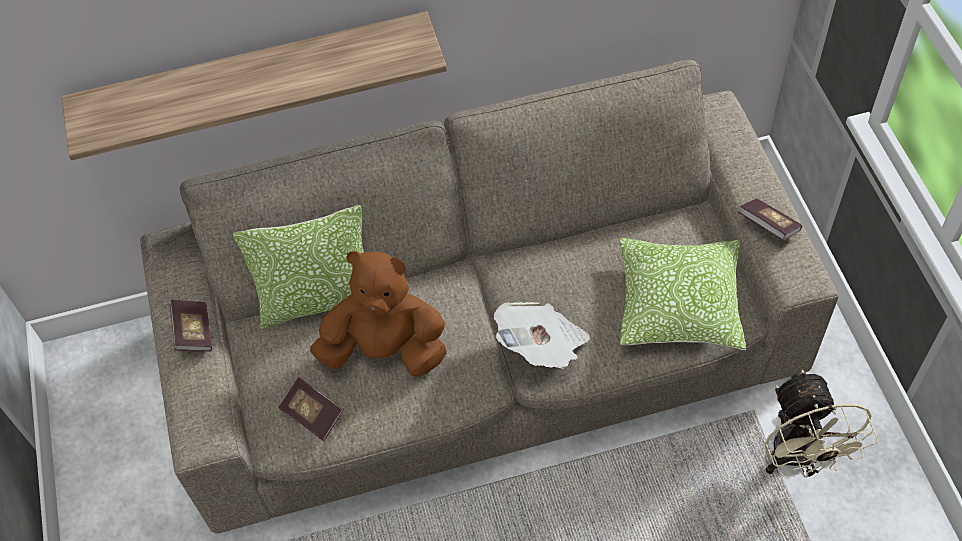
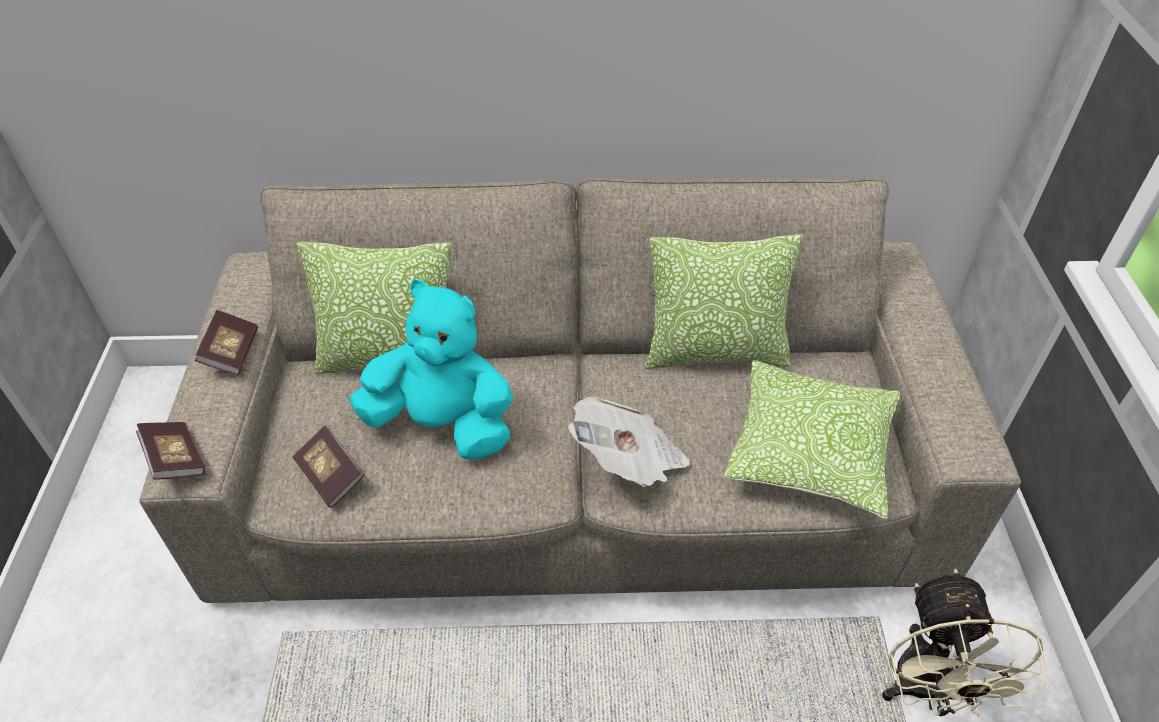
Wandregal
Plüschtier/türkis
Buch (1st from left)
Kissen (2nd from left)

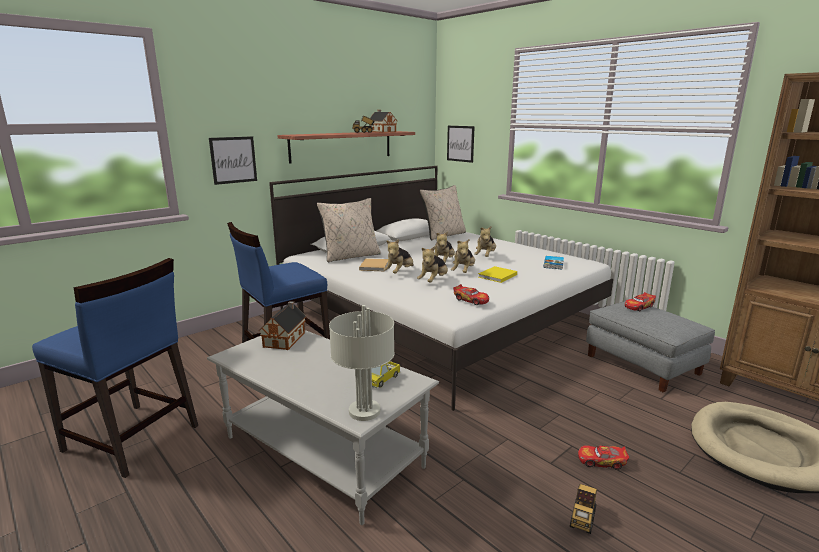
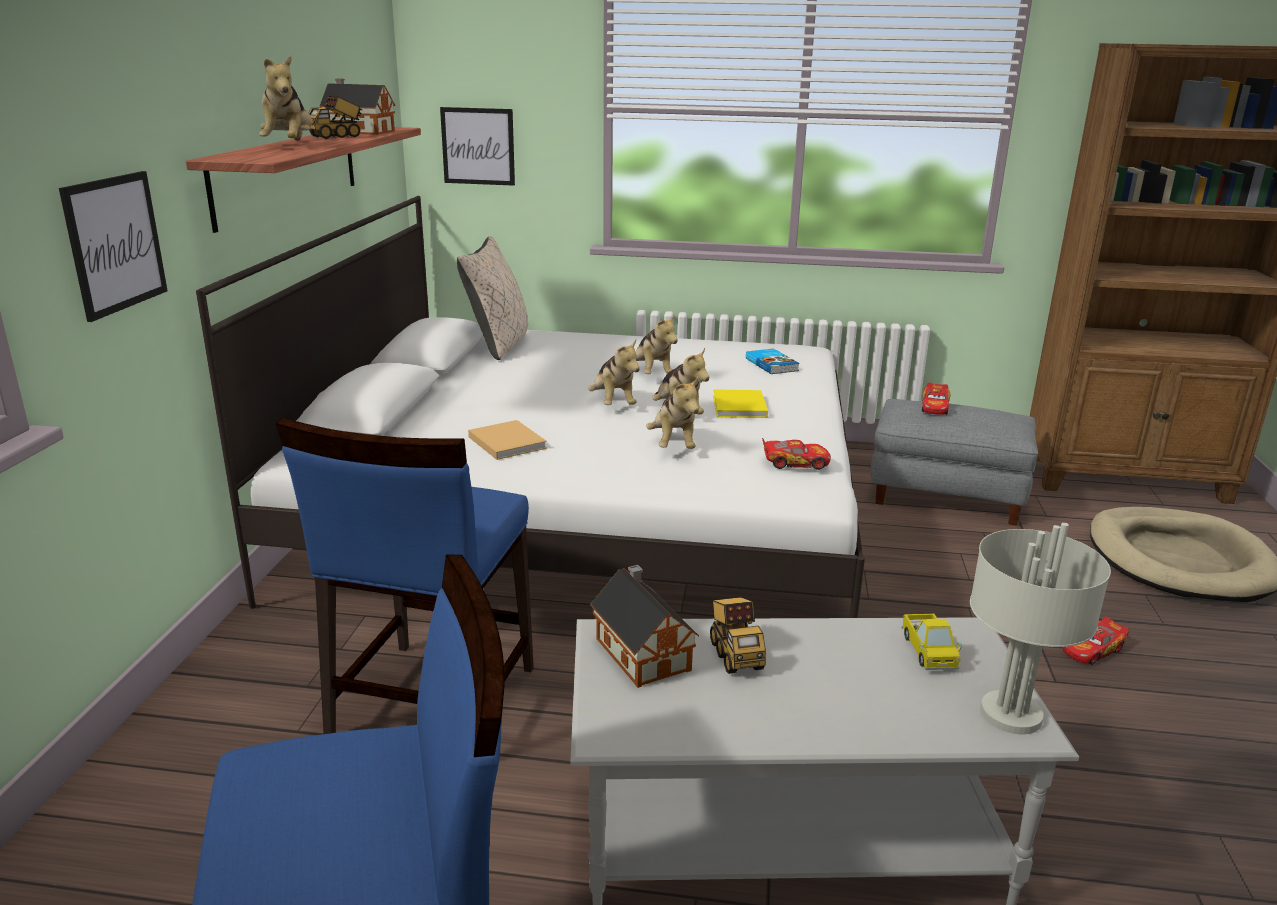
Kissen/beige (1st from left in the first image)
Plüschtier (1st from left)
Spielzeuglaster (2nd from left)

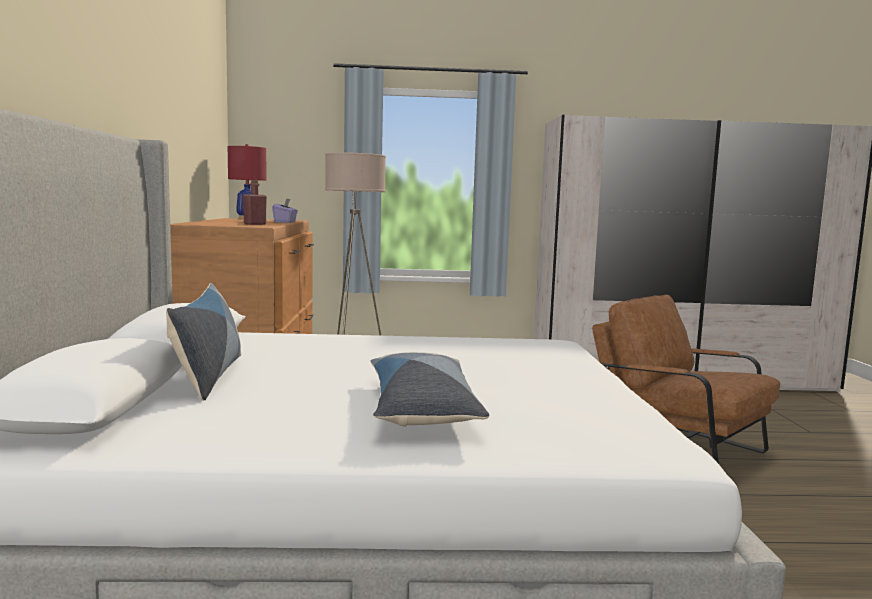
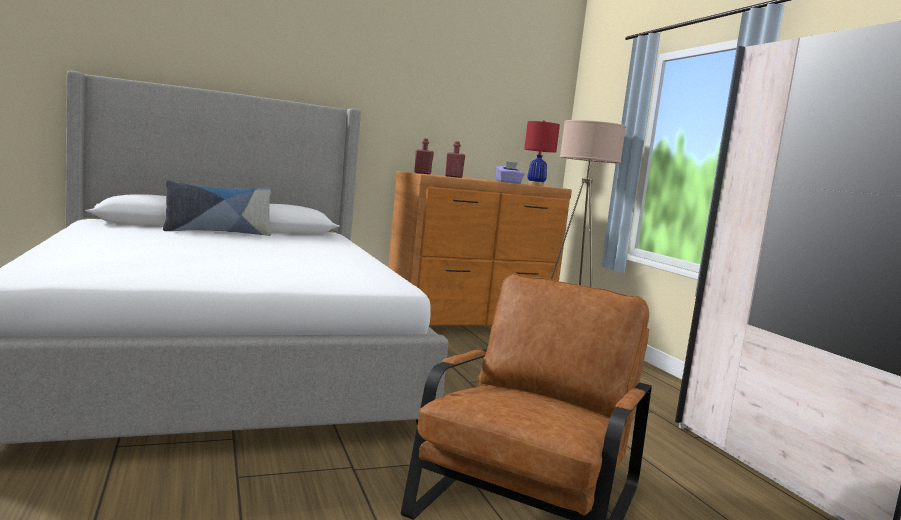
Kissen (2nd from left in the first image)
Flasche/rot (1st from left)

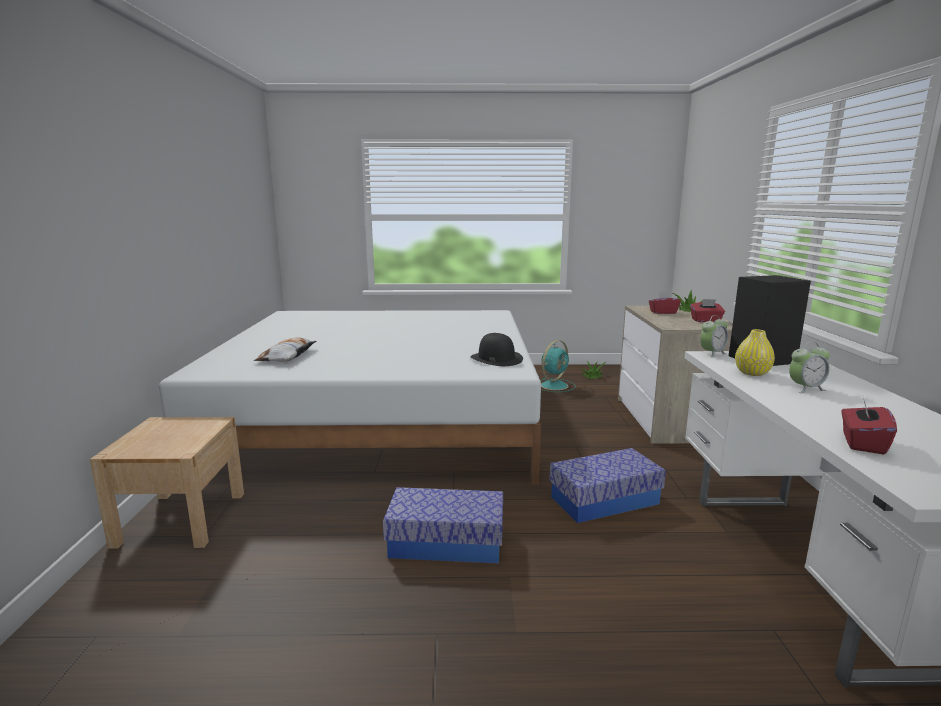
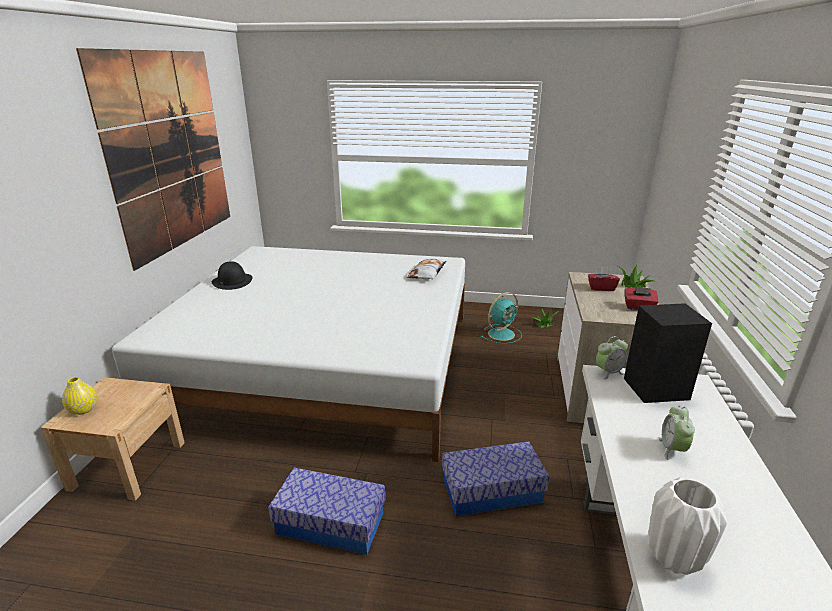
Kissen
Hut/schwarz
Vase/gelb
Wecker (2nd from left)
Vase/weiß
Bild

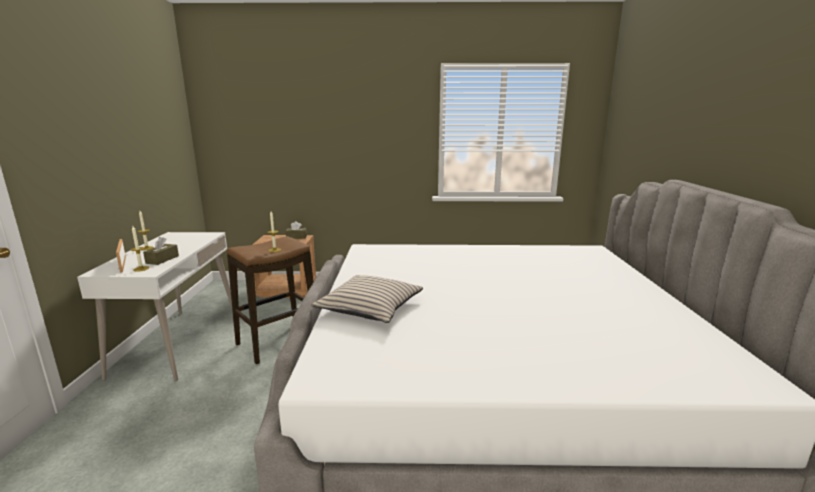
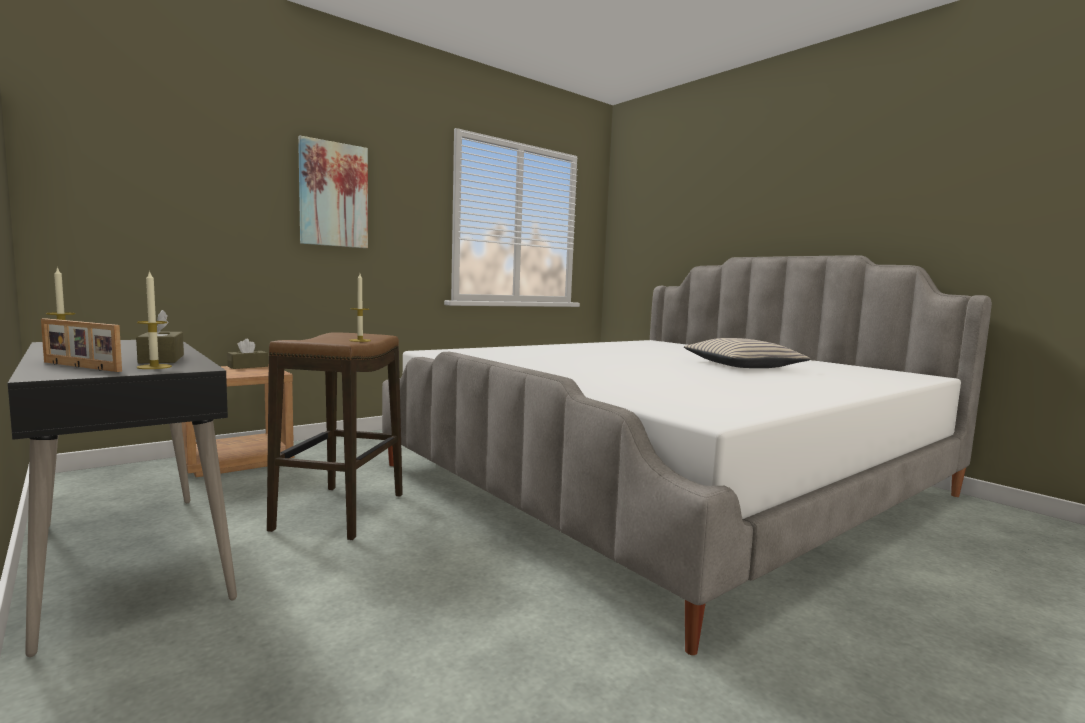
Schreibtisch/schwarz
Kissen/beige
Bild

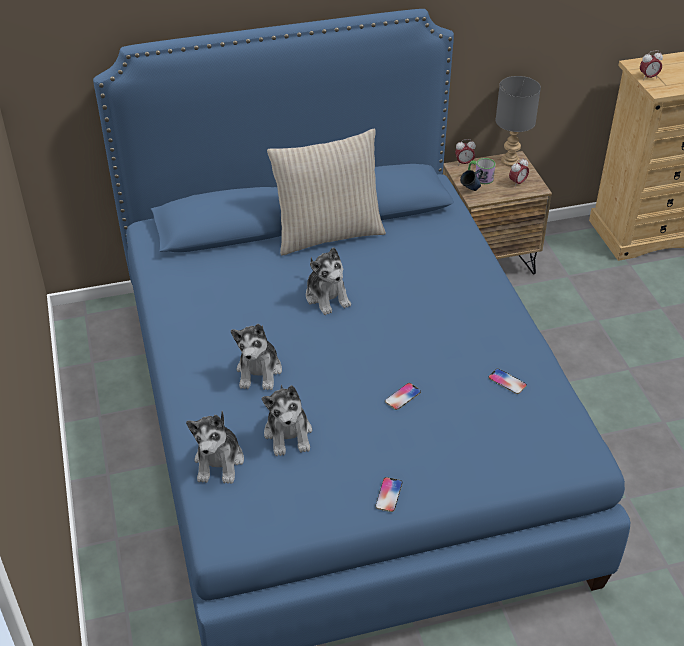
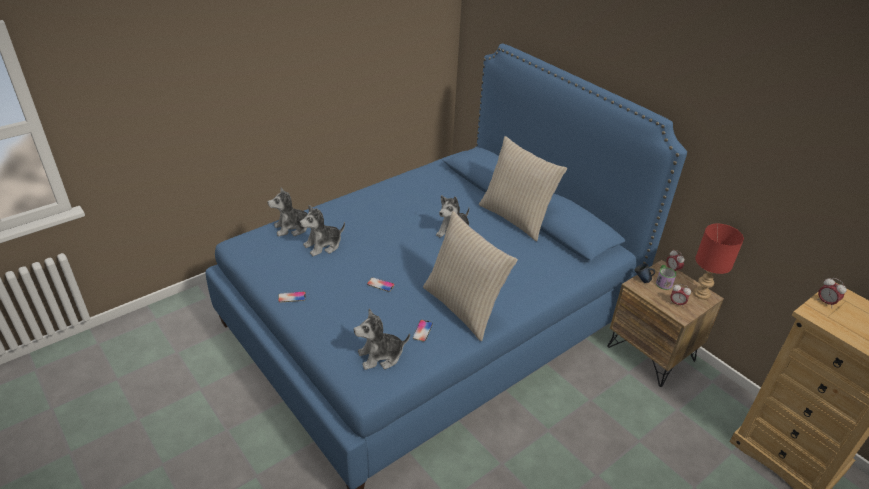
Plüschtier (3rd from left)
Tischlampe/rot
Kissen/beige (1st from left)

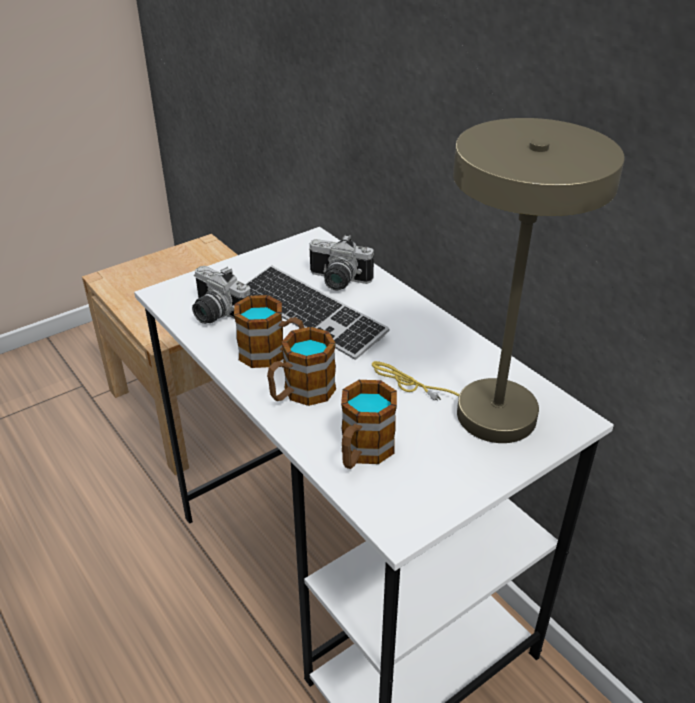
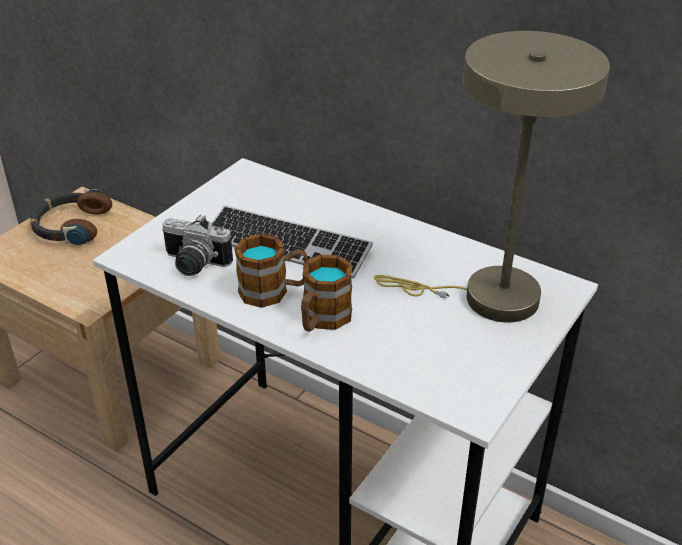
Kamera (2nd from left in the first image)
Henkelbecher (3rd from left in the first image)
Kopfhörer

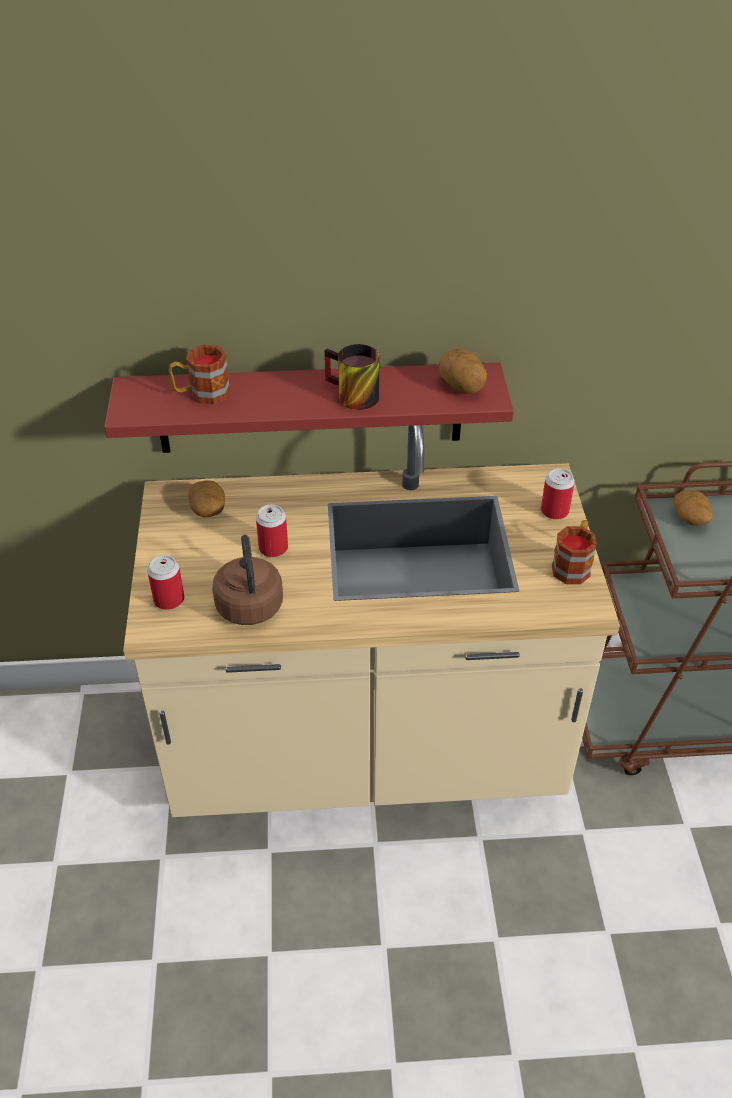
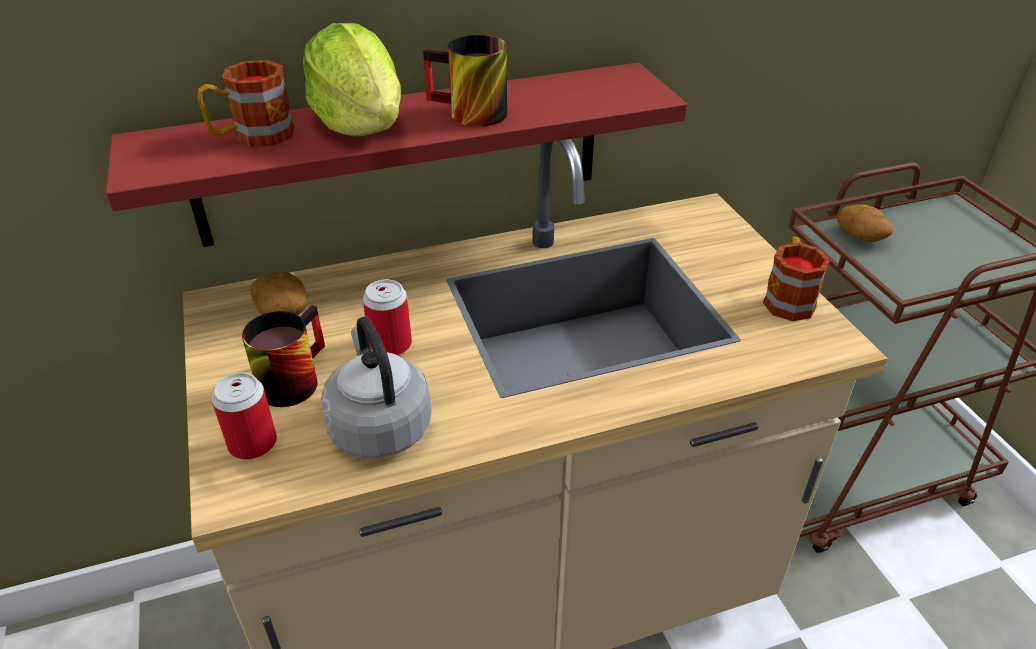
Wasserkessel/grau
Kartoffel (2nd from left in the first image)
Dose (3rd from left in the first image)
Henkelbecher (2nd from left)
Salatkopf

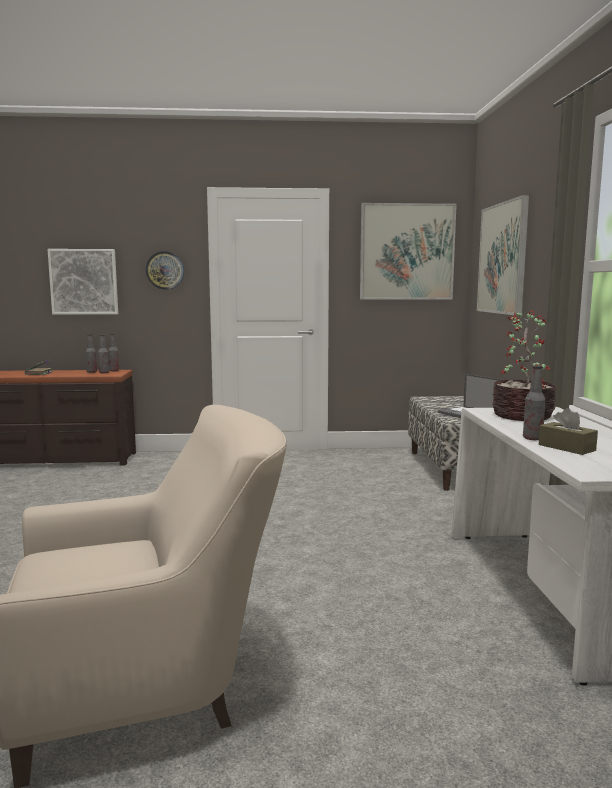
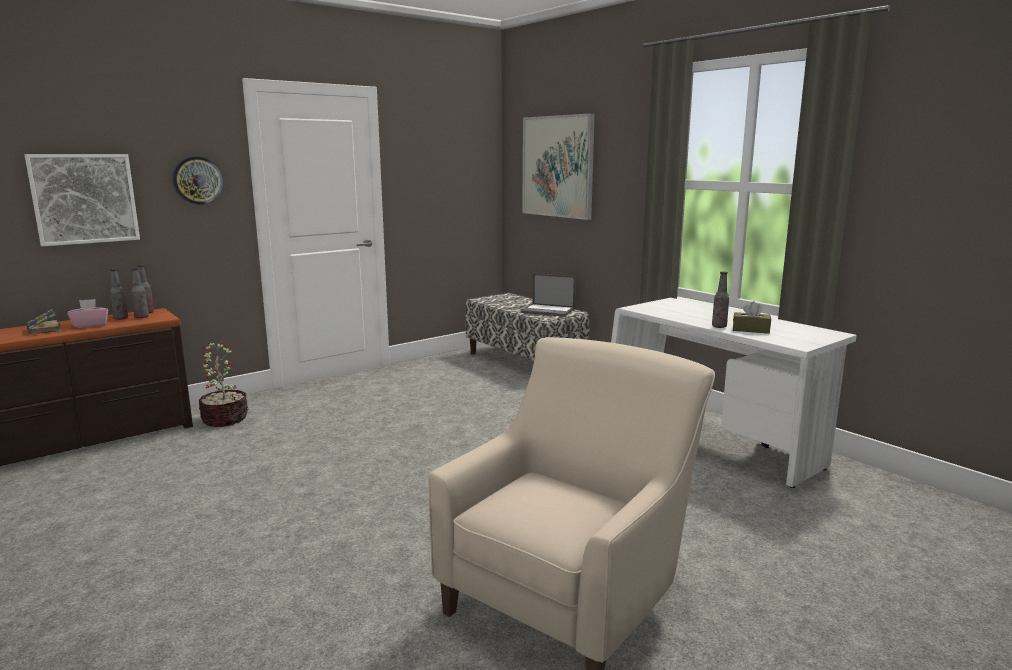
Bild (2nd from left in the first image)
Topfpflanze
Taschentuchbox/rosa

